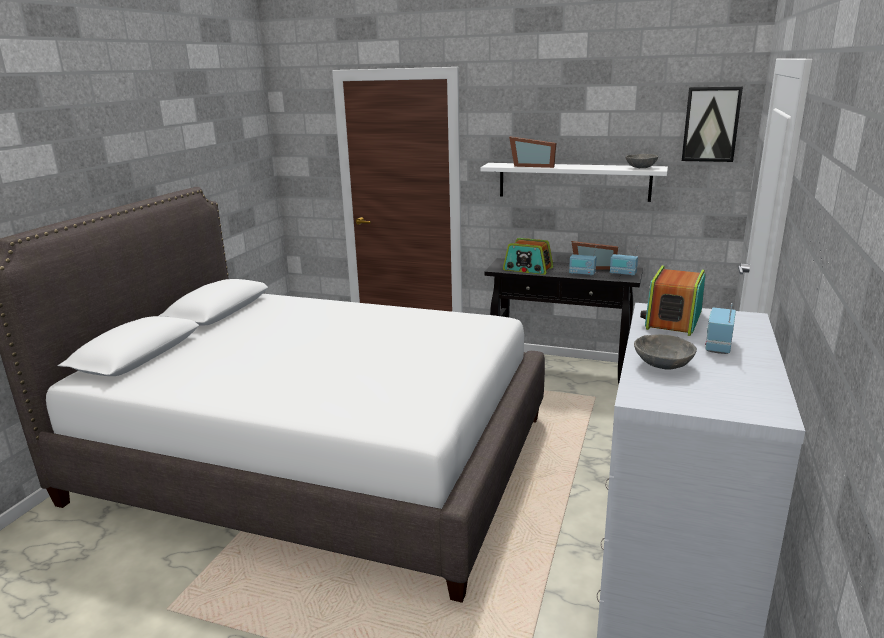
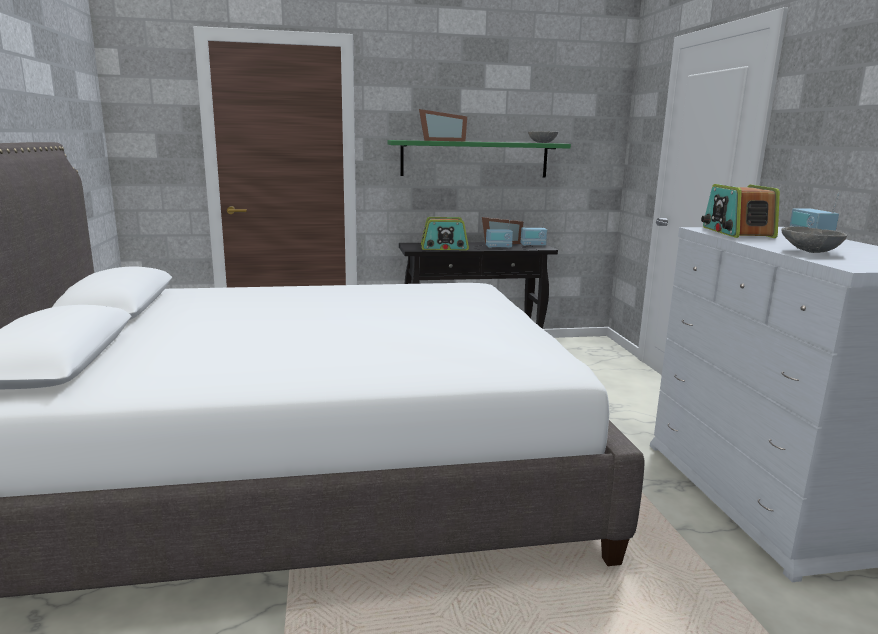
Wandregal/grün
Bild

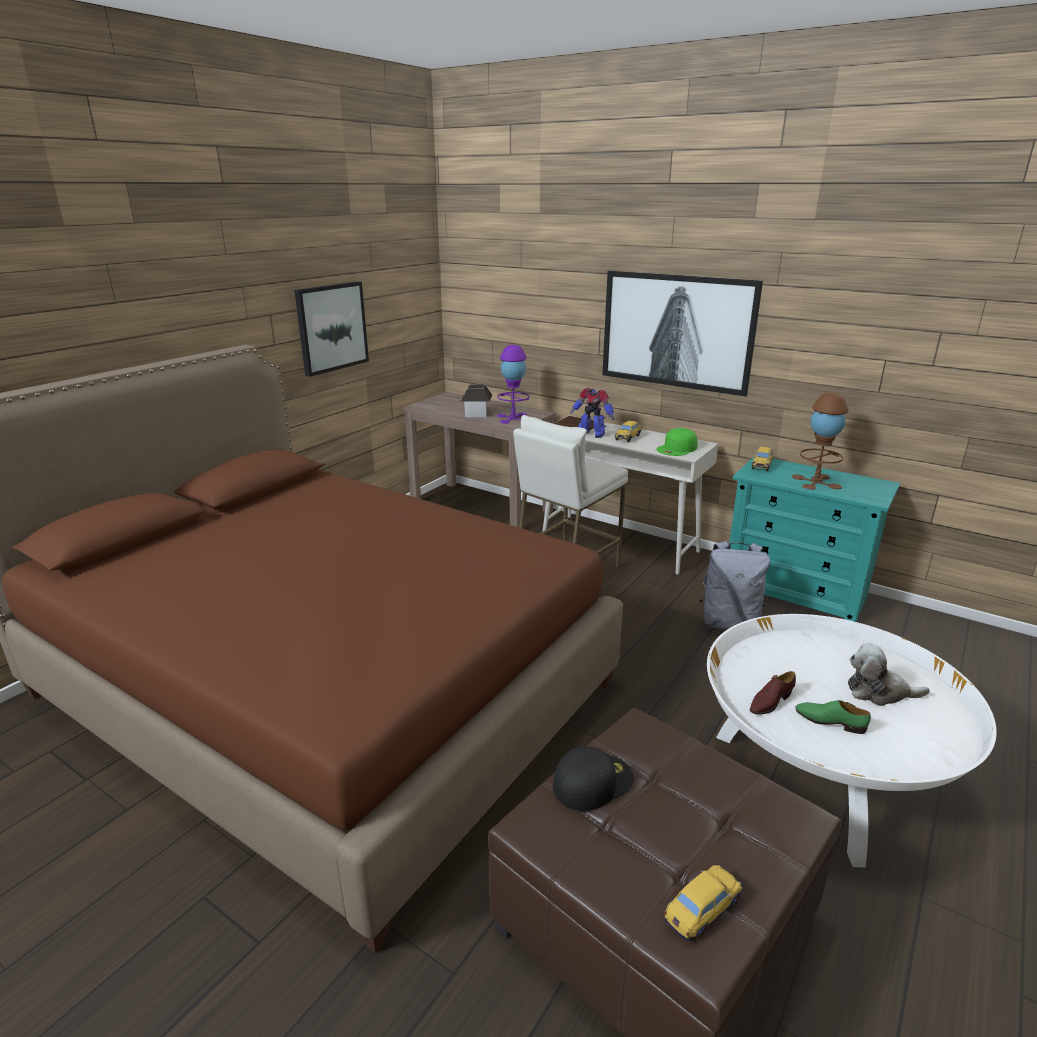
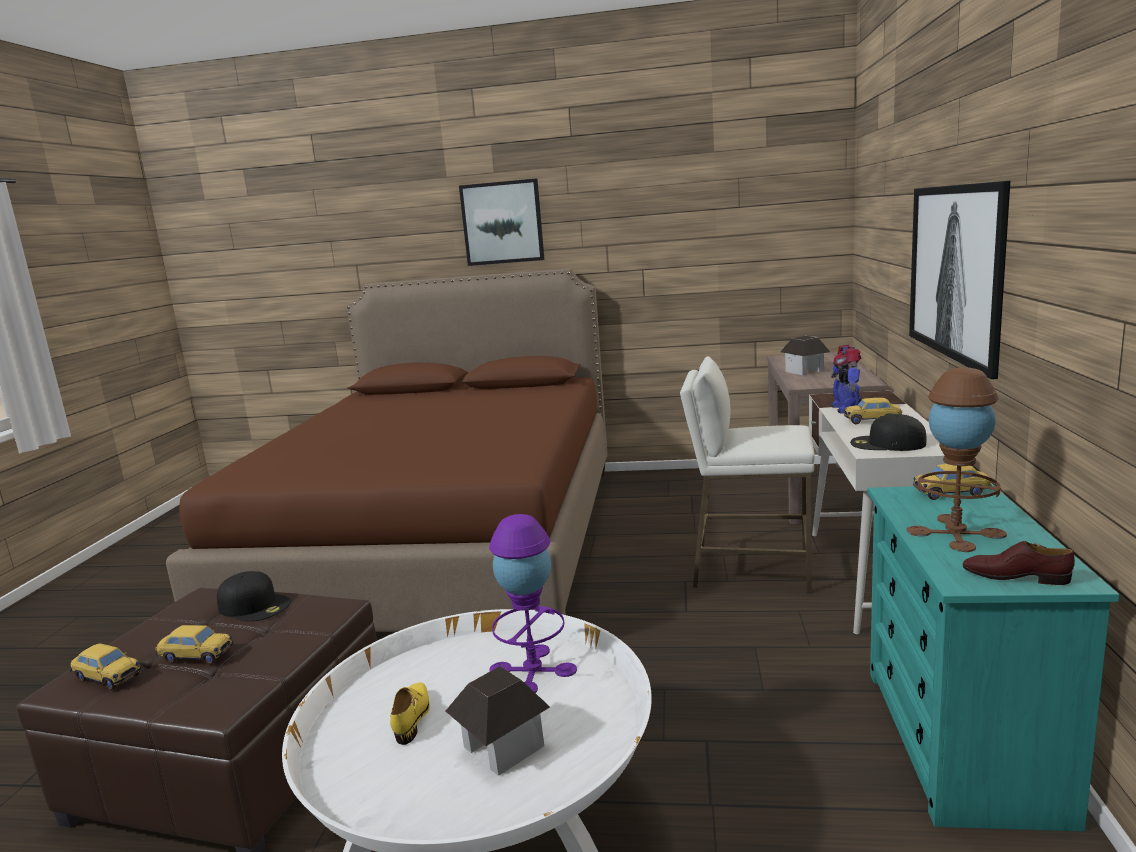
Bild (1st from left)
Tischlampe/lila
Kappe/schwarz (2nd from left)
Rucksack/grau
Schuh/braun
Schuh/gelb
Spielzeughaus (1st from left)
Spielzeugauto (2nd from left)

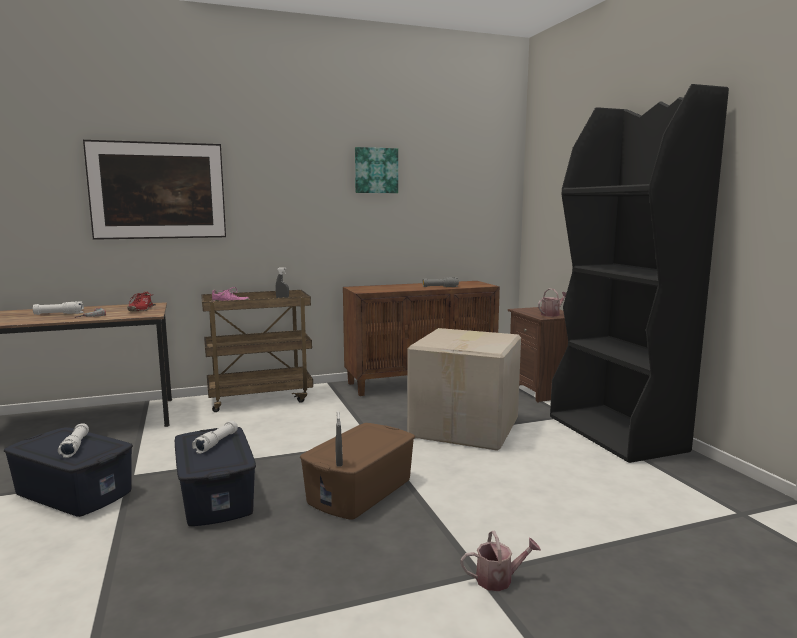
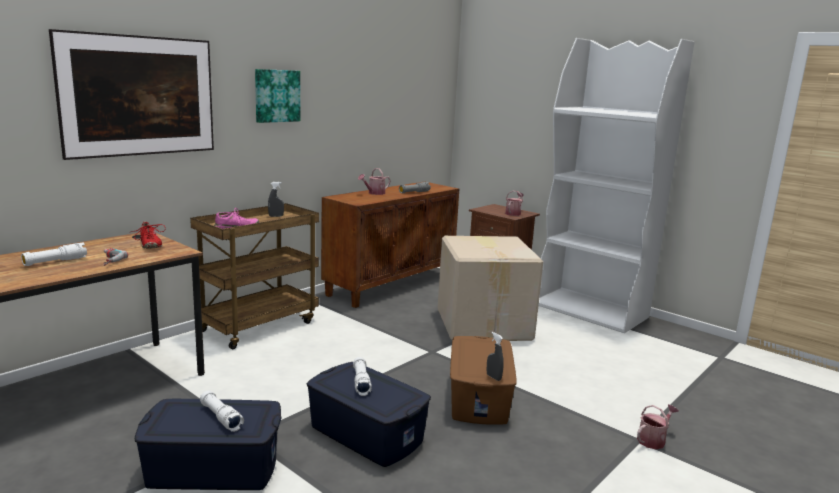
Bild (2nd from left)
Bücherregal/weiß
Gießkanne (1st from left)

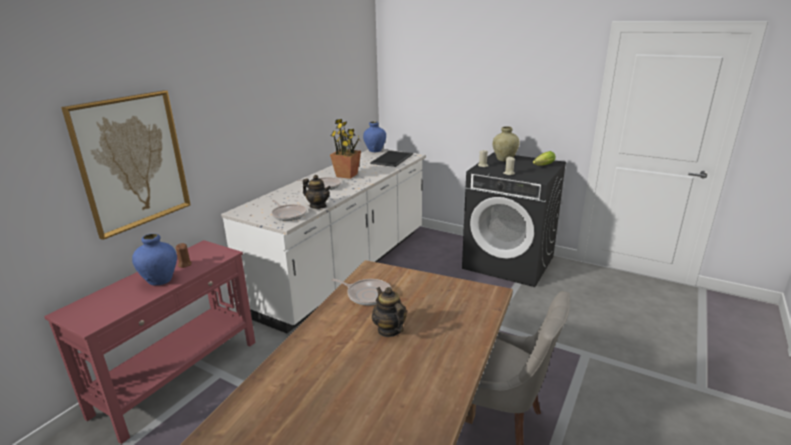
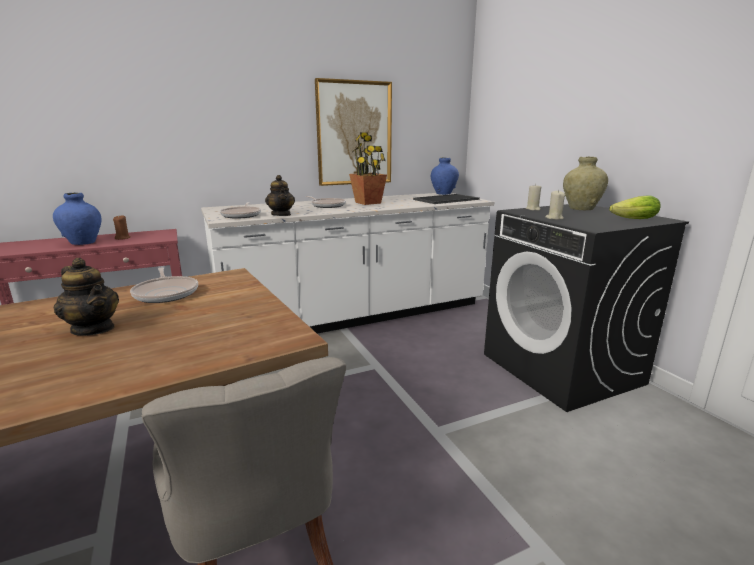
Bild
Teekanne (1st from left)

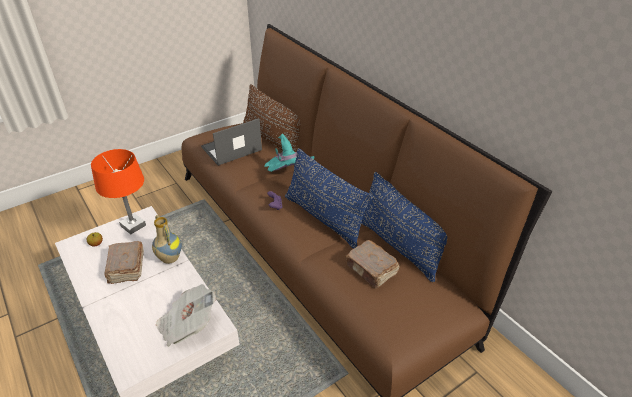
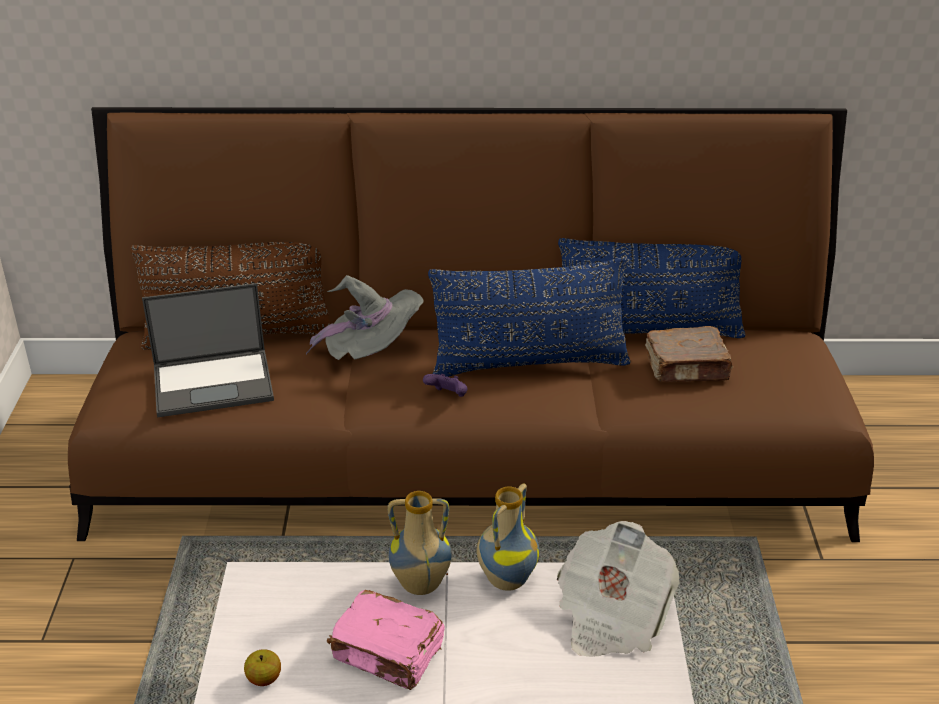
Tischlampe/orange
Buch/rosa
Laptop
Hut/grau
Vase (2nd from left)

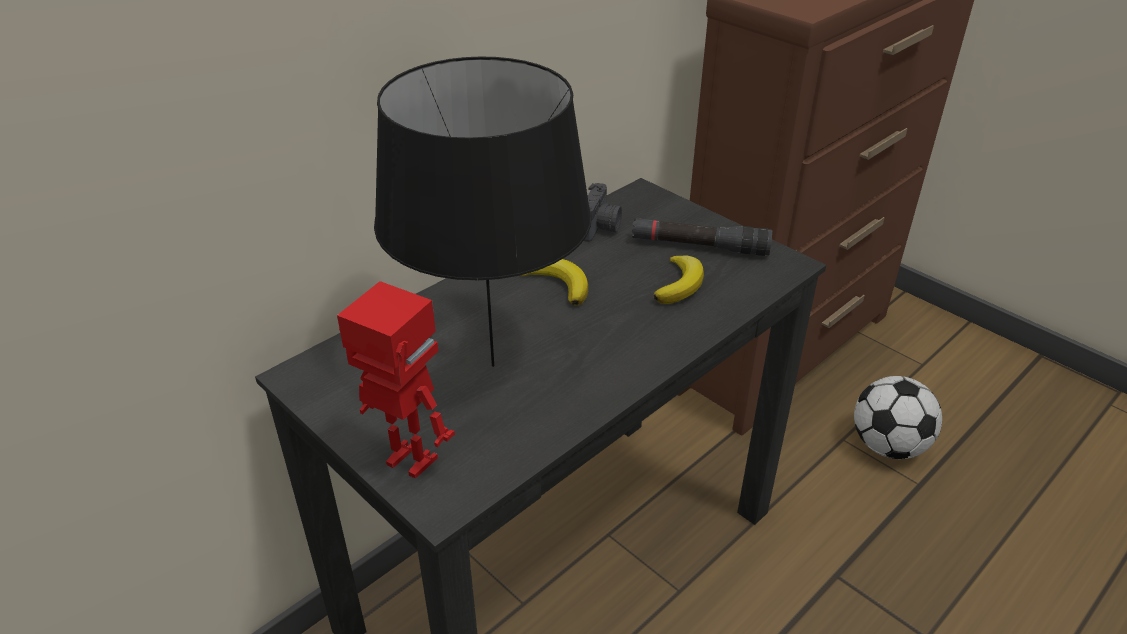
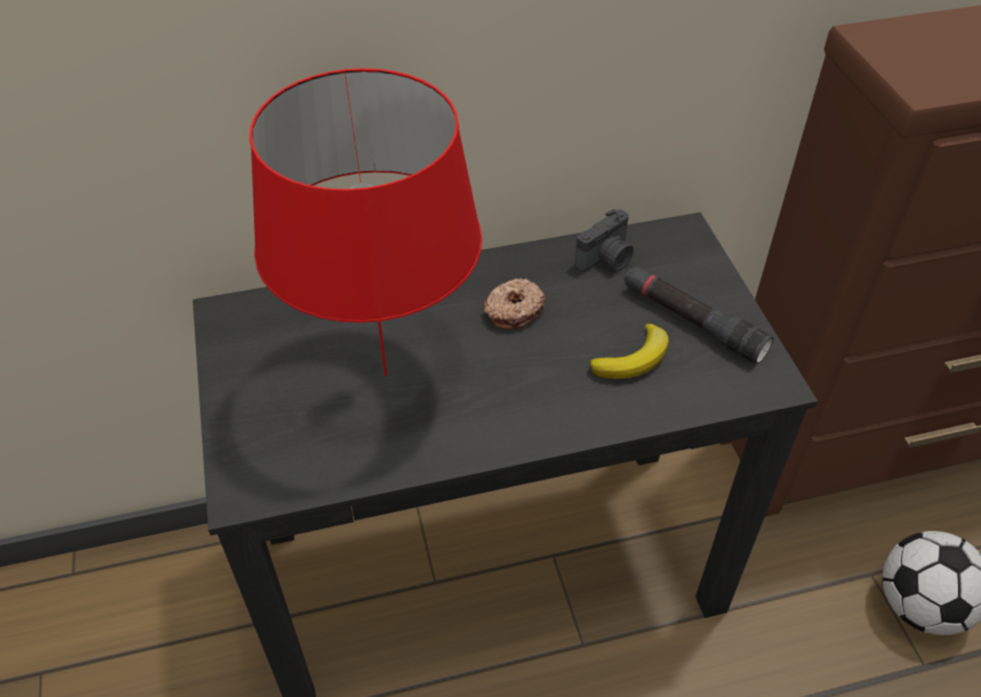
Spielzeugroboter
Tischlampe/rot
Donut

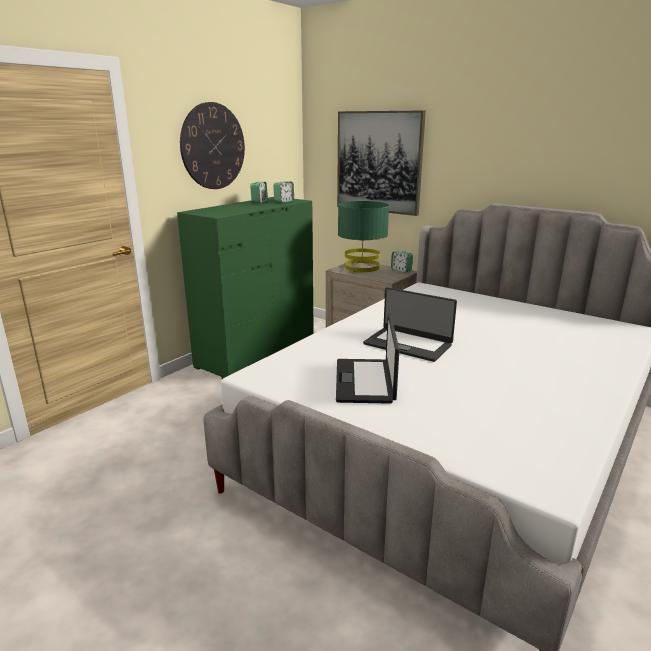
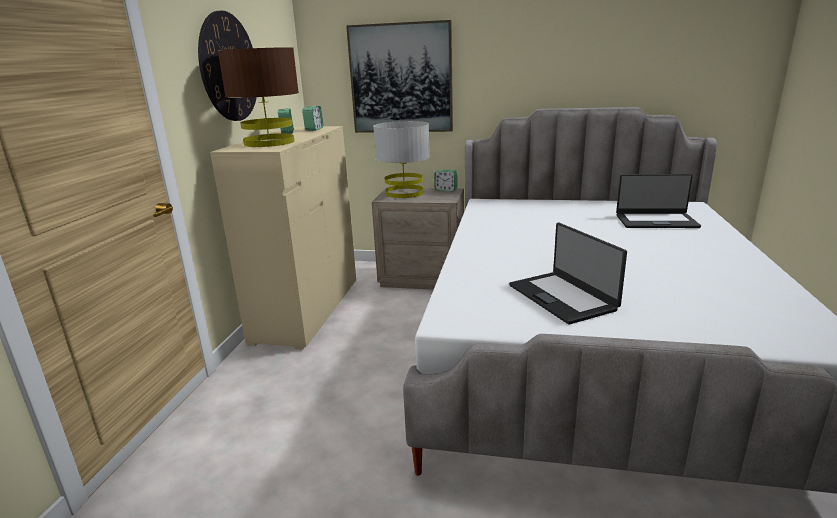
Kommode/beige
Tischlampe/grau
Laptop (2nd from left)
Tischlampe/braun

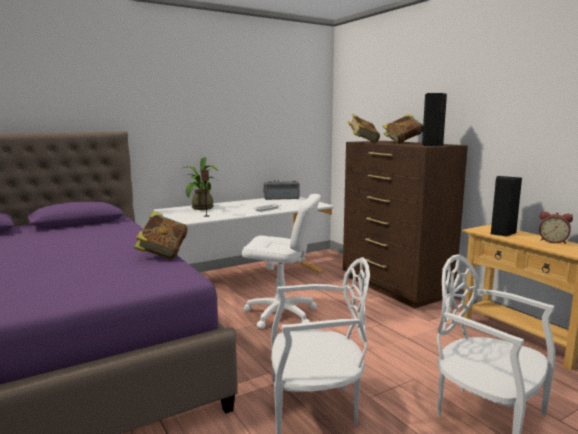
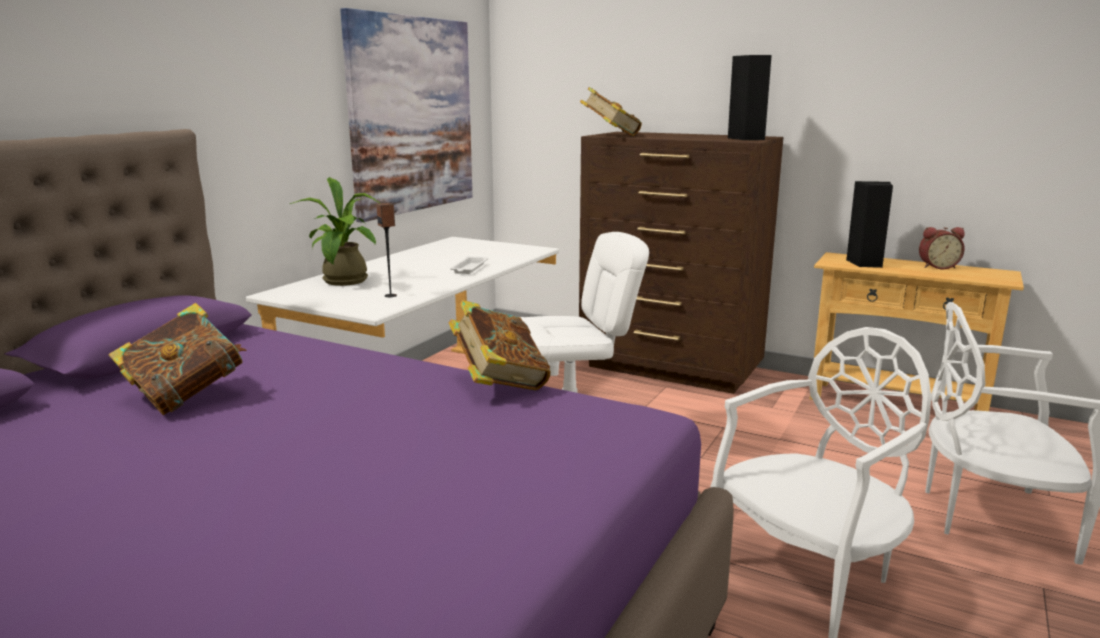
Radio
Buch (1st from left)
Bild

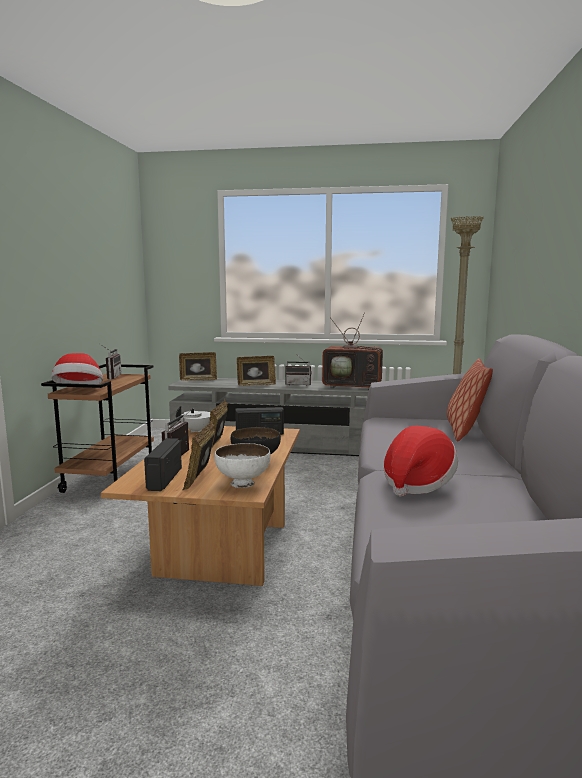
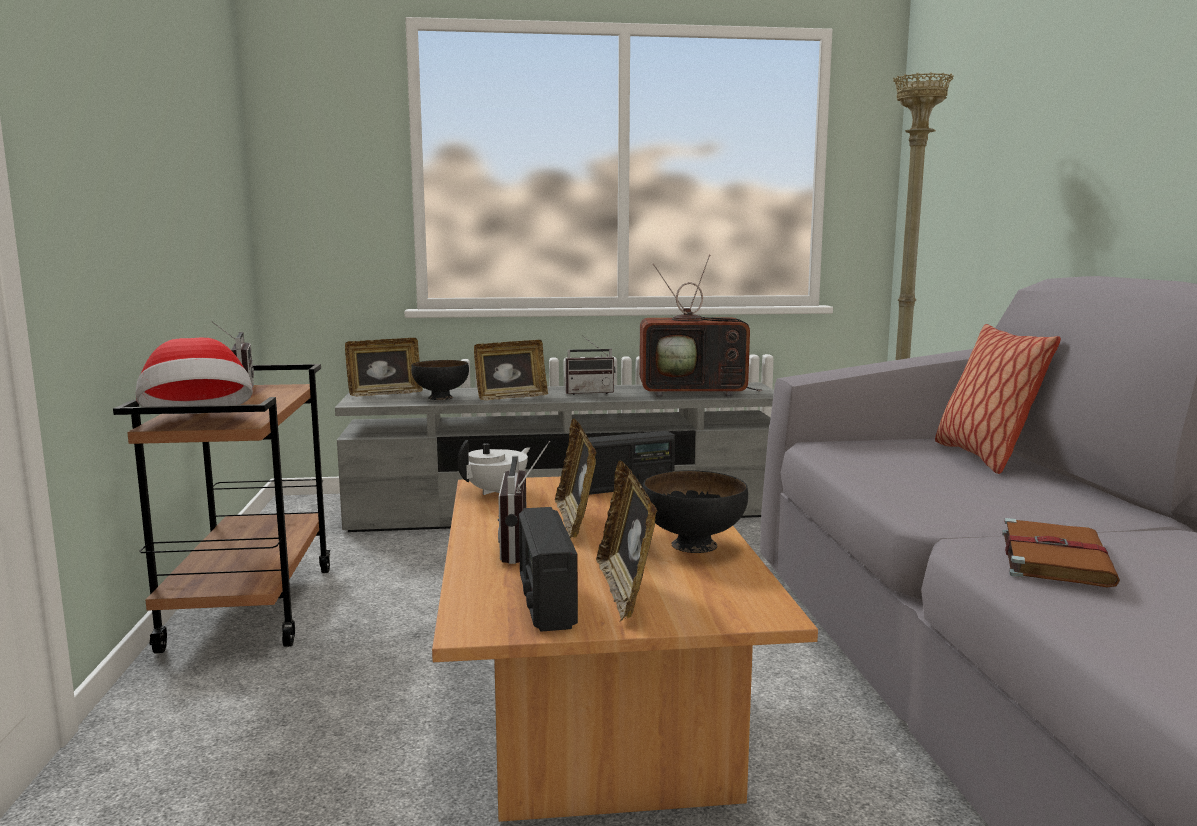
Schüssel/weiß
Buch/braun
Schüssel/schwarz (1st from left)

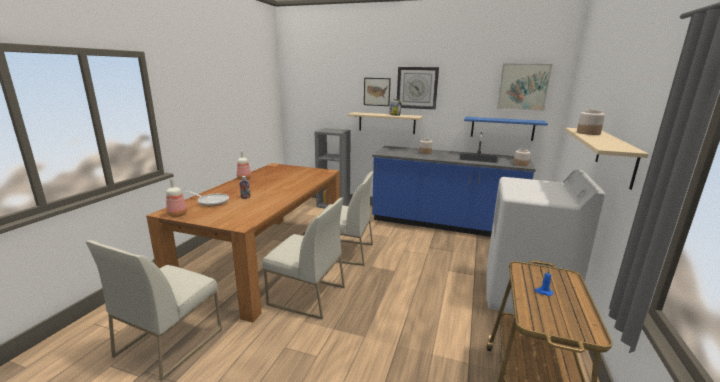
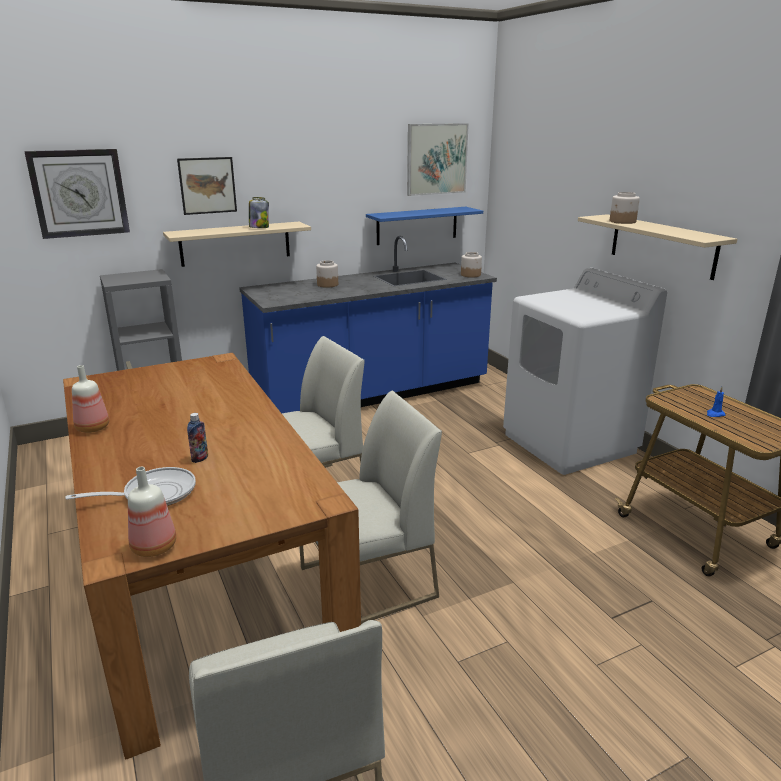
Wanduhr

